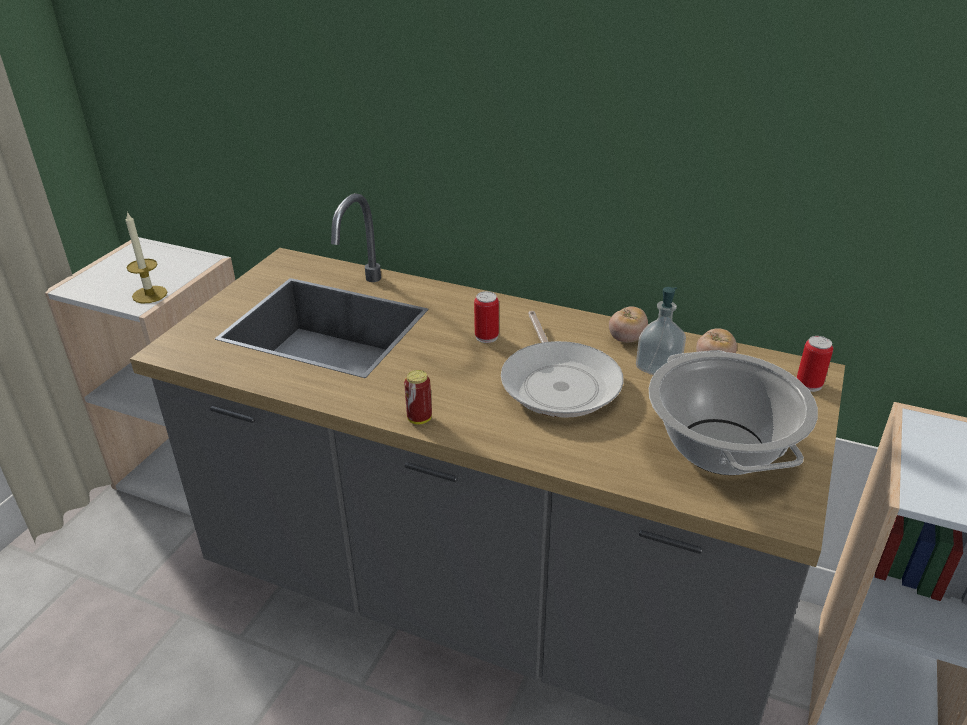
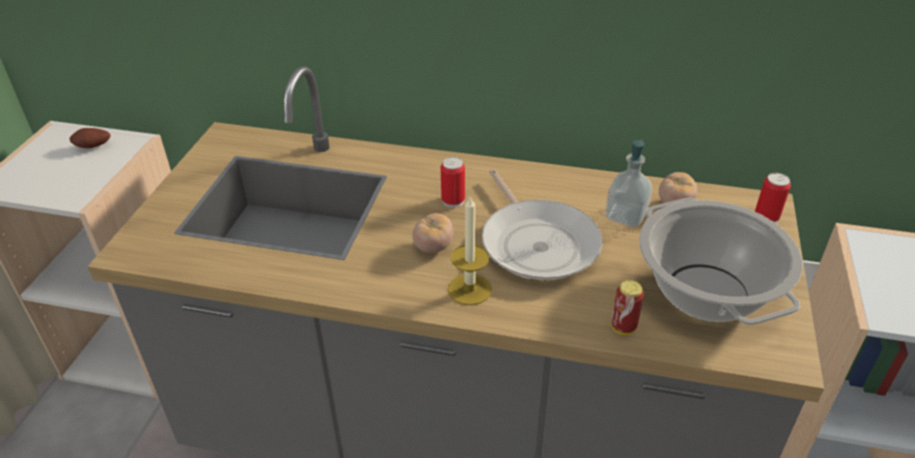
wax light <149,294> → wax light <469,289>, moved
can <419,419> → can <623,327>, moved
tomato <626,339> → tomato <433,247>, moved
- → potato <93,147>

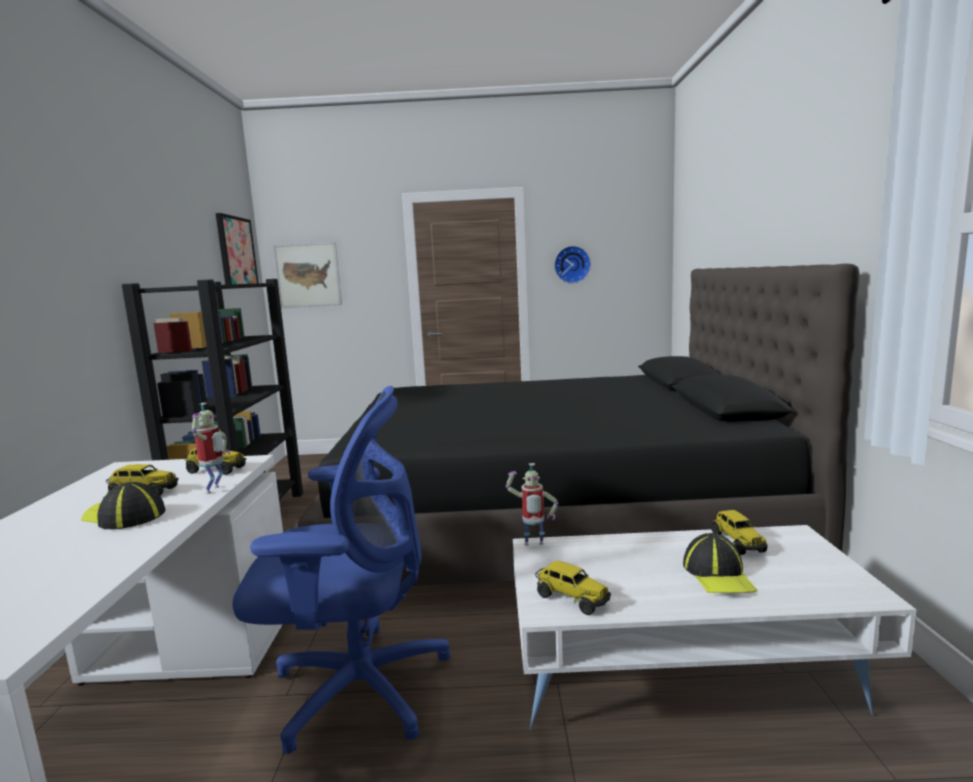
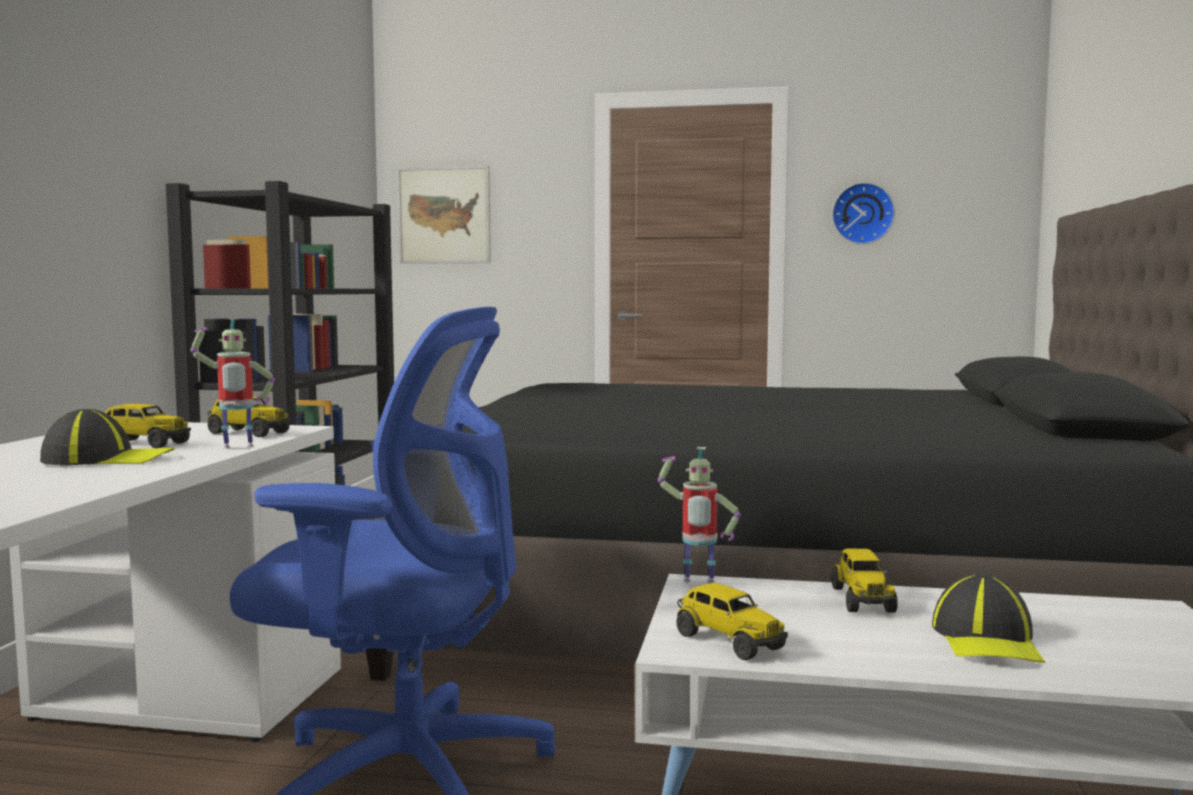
peaked cap <124,516> → peaked cap <107,459>, 135 degrees clockwise
robot figure <215,490> → robot figure <237,448>, 60 degrees clockwise
picture <236,252> → -
toy truck <737,542> → toy truck <862,599>, moved

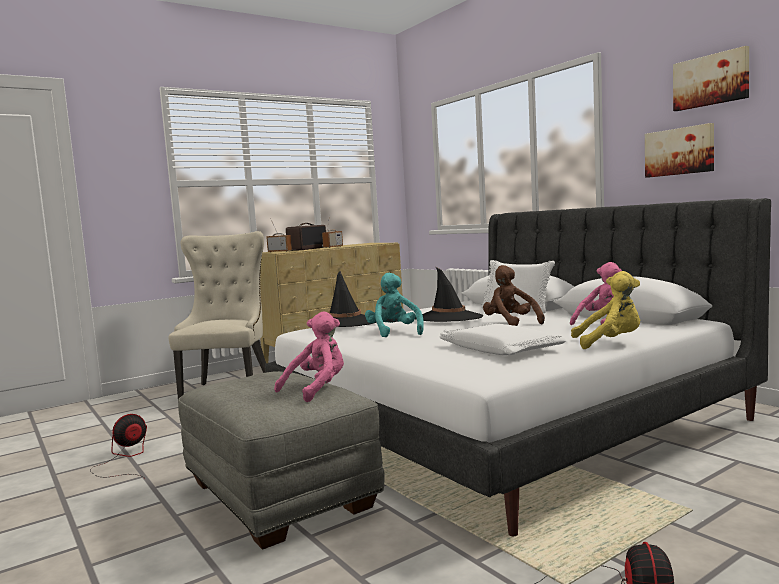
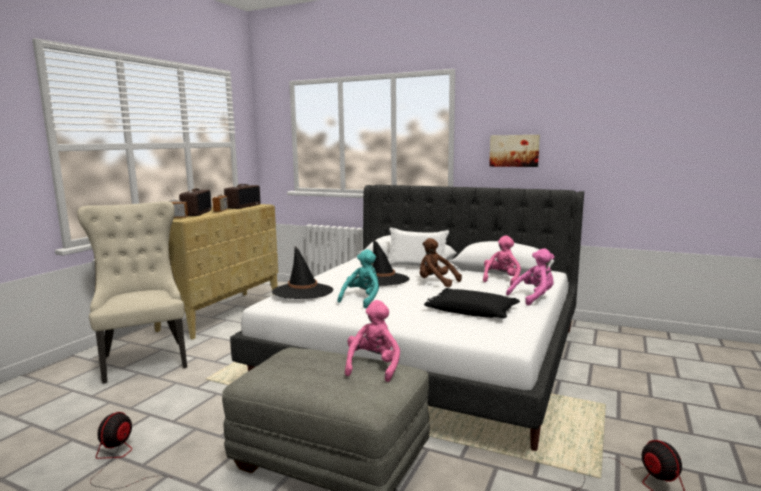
plush toy/turquoise-coloured <394,333> → plush toy/turquoise-coloured <362,299>, 75 degrees clockwise
cushion/whitish <500,348> → cushion/black <471,309>
plush toy/yellow <610,343> → plush toy/pinkish <534,297>
picture <711,80> → -
- → radio receiver <243,206>

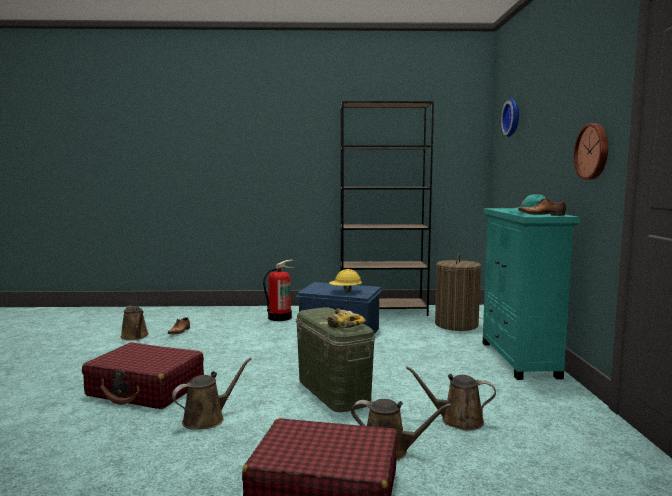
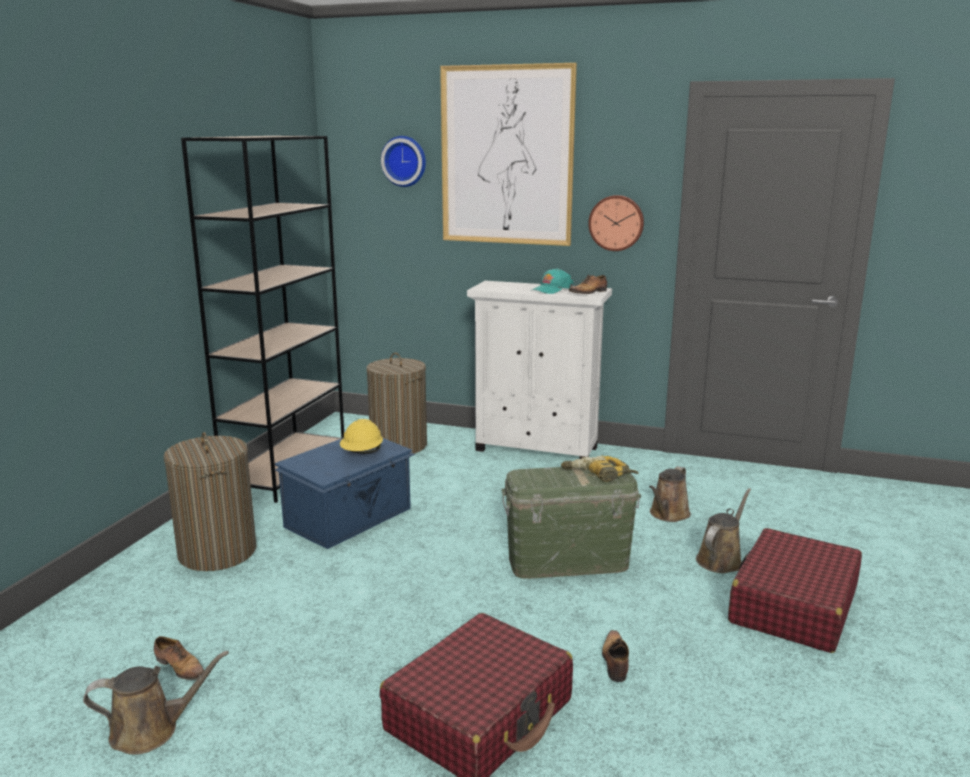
watering can/brown-coloured <207,419> → item of footwear <615,661>
fire-fighting cylinder <279,317> → hamper <217,552>
cupboard/turquoise-coloured <520,360> → cupboard/whitish <538,448>
- → picture <507,156>

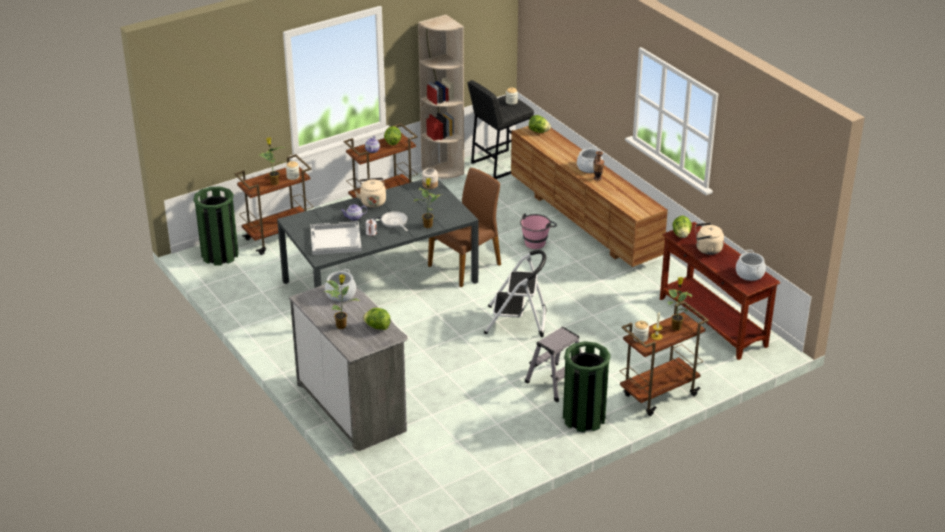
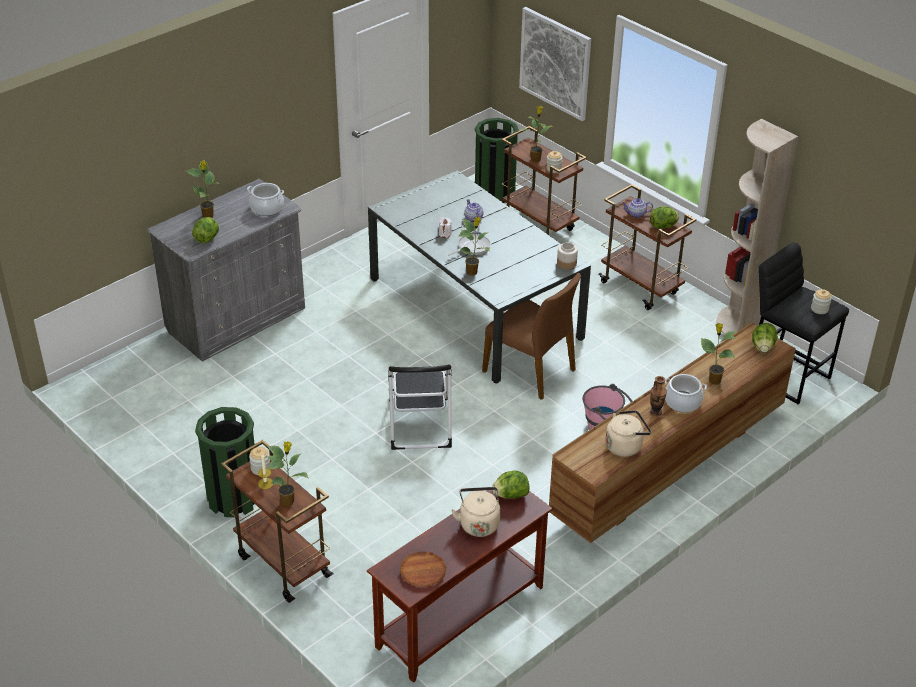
serving tray/whitish <335,240> → -
tea kettle/sand-coloured <372,201> → tea kettle/sand-coloured <625,446>, moved
step stool/grey <556,382> → -
stockpot <749,274> → dinner plate/brown-coloured <423,571>
- → picture <555,63>
- → houseplant <713,380>

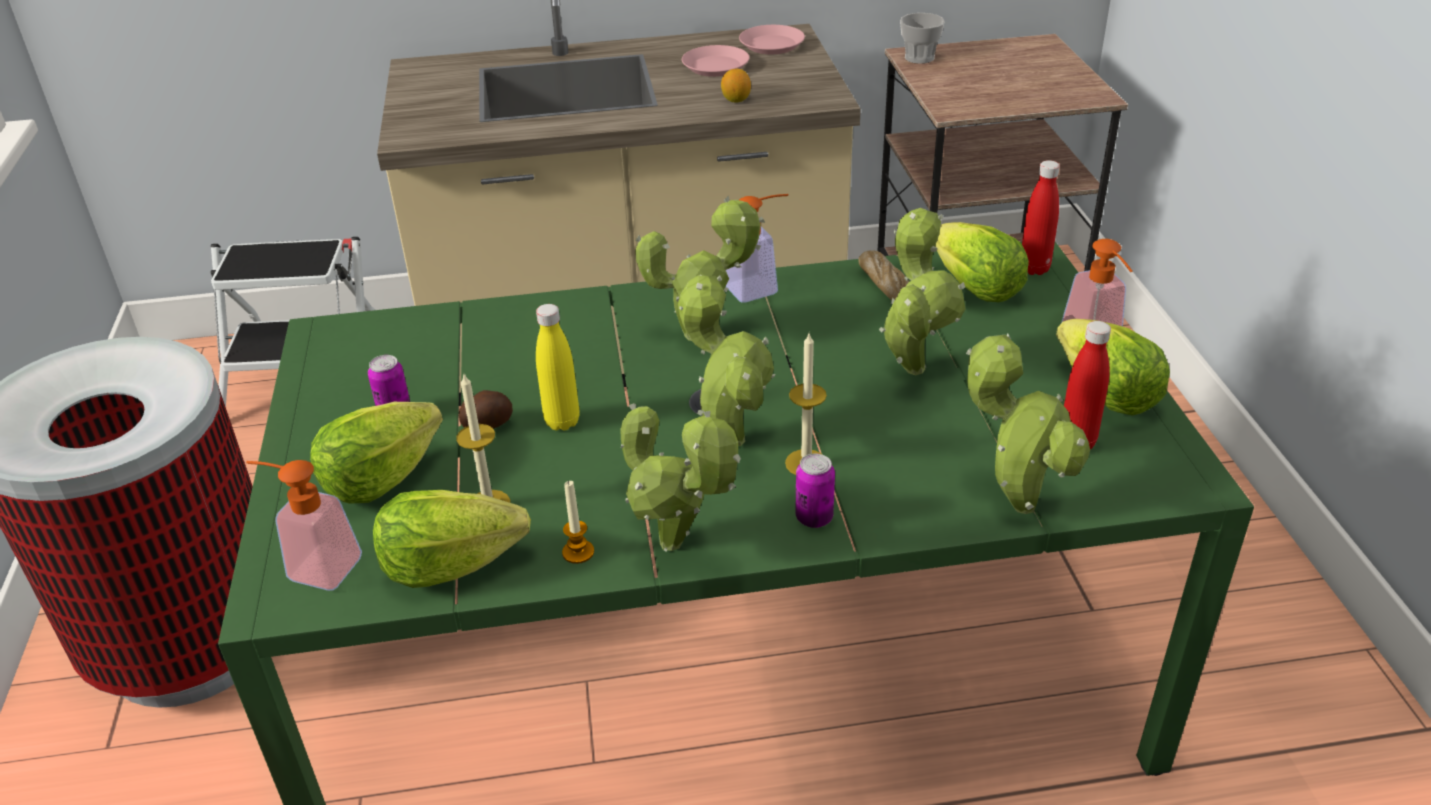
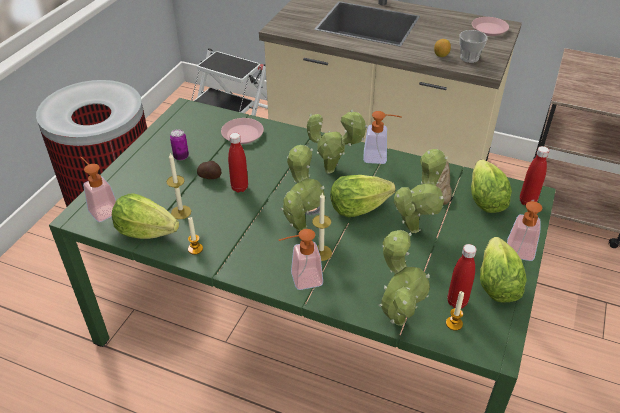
lettuce head <380,479> → lettuce head <358,208>, moved
bottle/yellow <562,422> → bottle/red-coloured <239,188>
houseplant <679,546> → -
dinner plate/pinkish <716,66> → dinner plate/pinkish <242,134>, moved
can <814,518> → soap bottle <300,280>
cup <919,58> → cup <469,58>, moved
- → wax light <454,323>

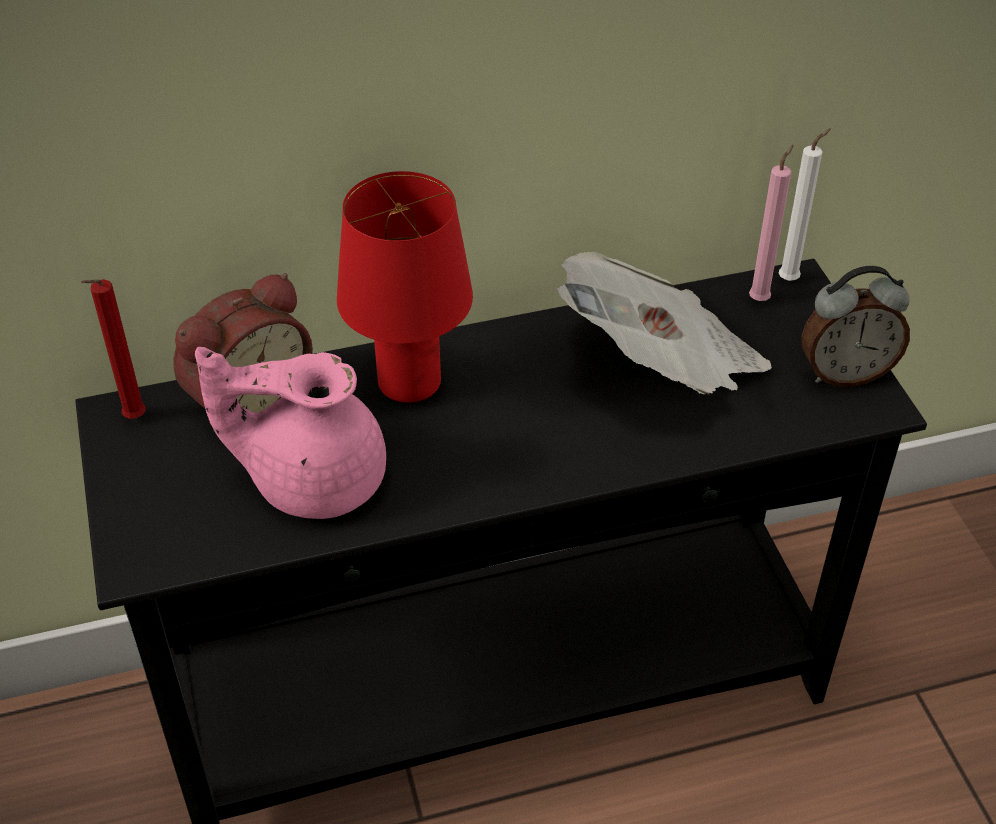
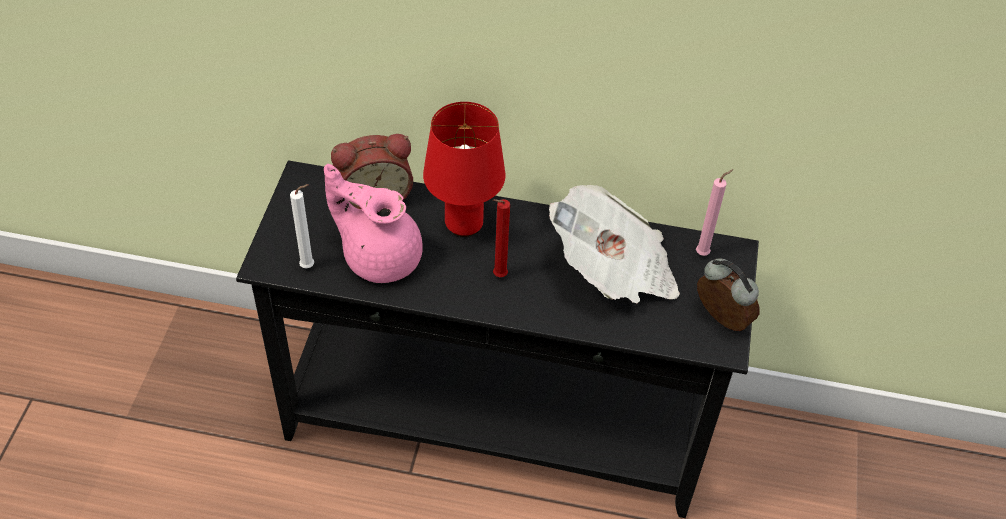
wax light/red-coloured <132,419> → wax light/red-coloured <497,276>, moved
wax light/whitish <791,279> → wax light/whitish <310,266>, moved
table clock <845,373> → table clock <720,320>, 150 degrees counterclockwise

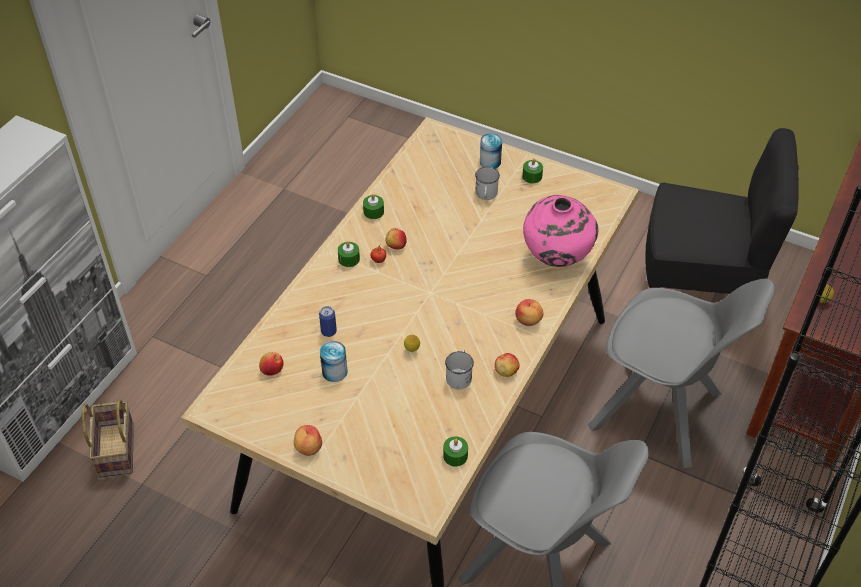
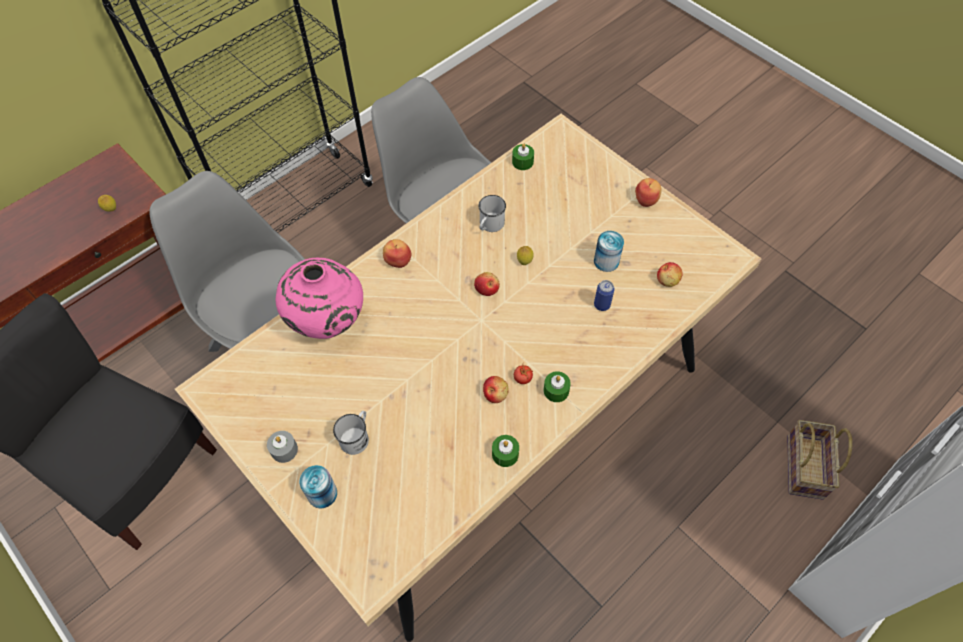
whole apple <506,371> → whole apple <487,289>, moved
wax light/green <532,176> → wax light/grey <284,450>

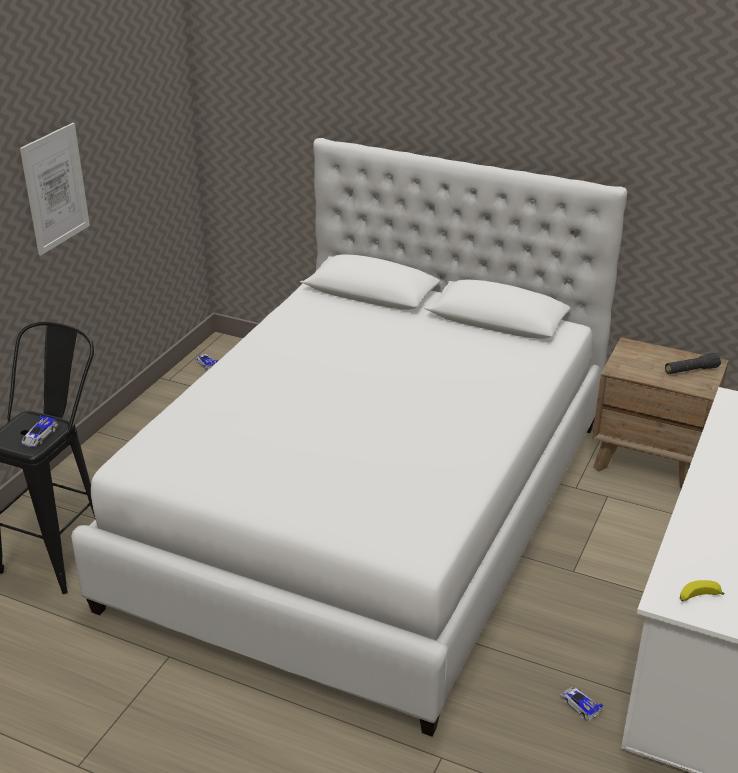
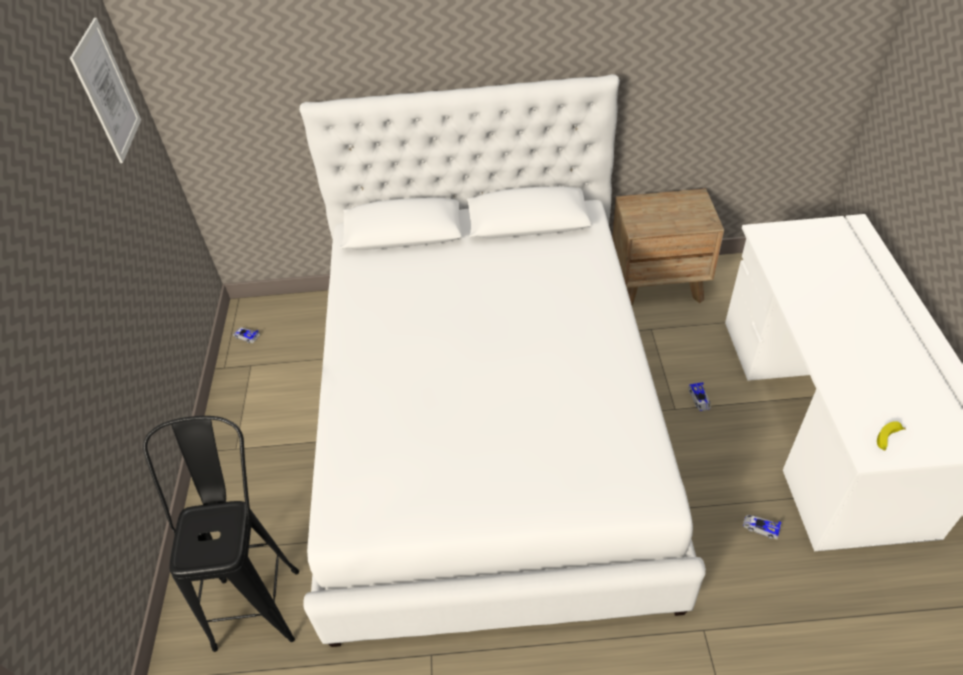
picture <55,188> → picture <107,91>, moved
toy car <39,436> → toy car <699,399>, moved
torch/black <691,370> → -

